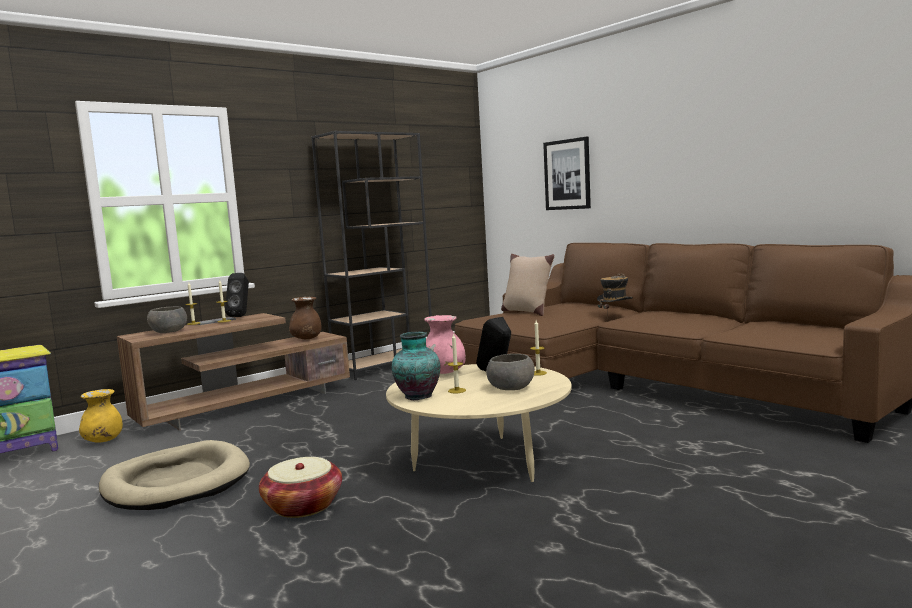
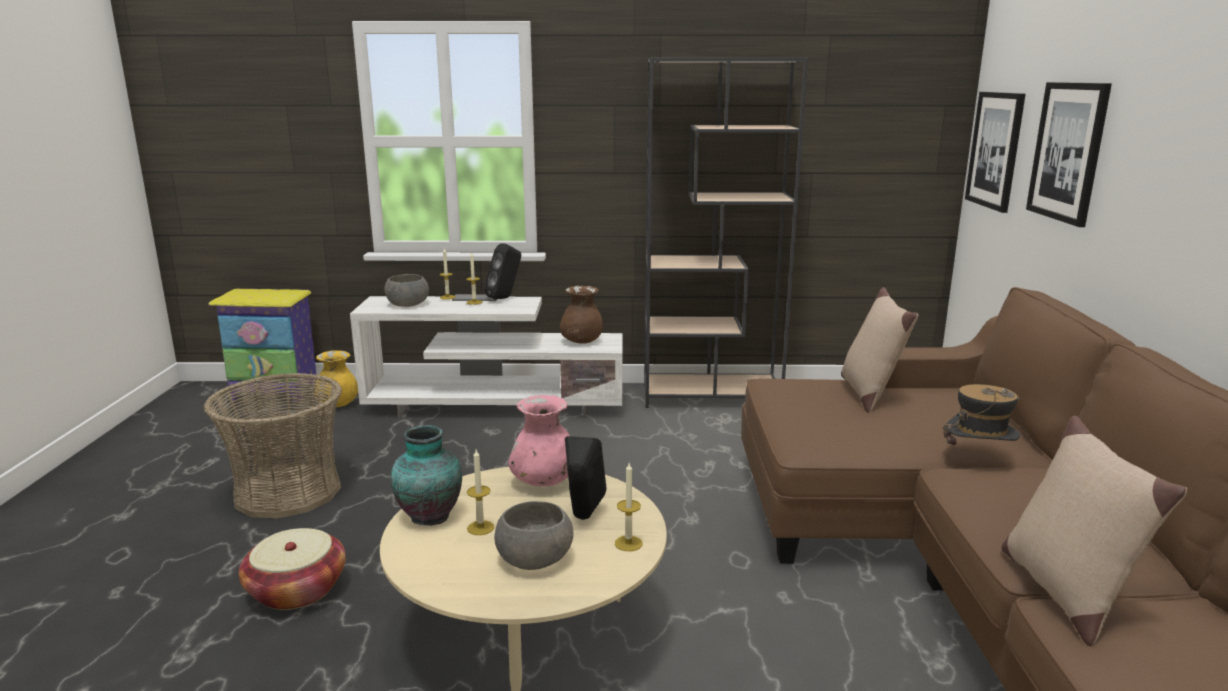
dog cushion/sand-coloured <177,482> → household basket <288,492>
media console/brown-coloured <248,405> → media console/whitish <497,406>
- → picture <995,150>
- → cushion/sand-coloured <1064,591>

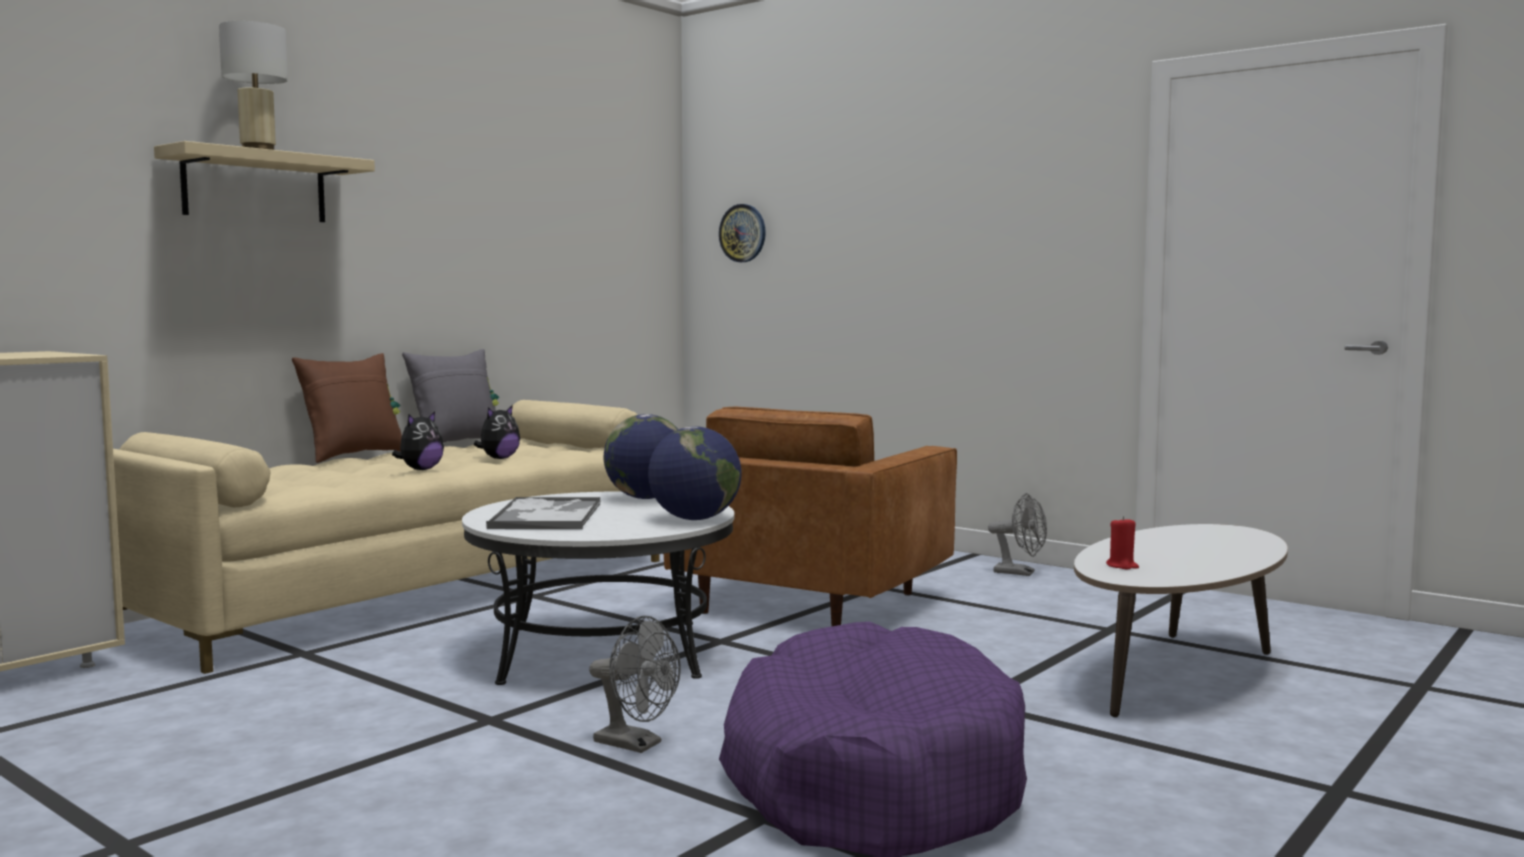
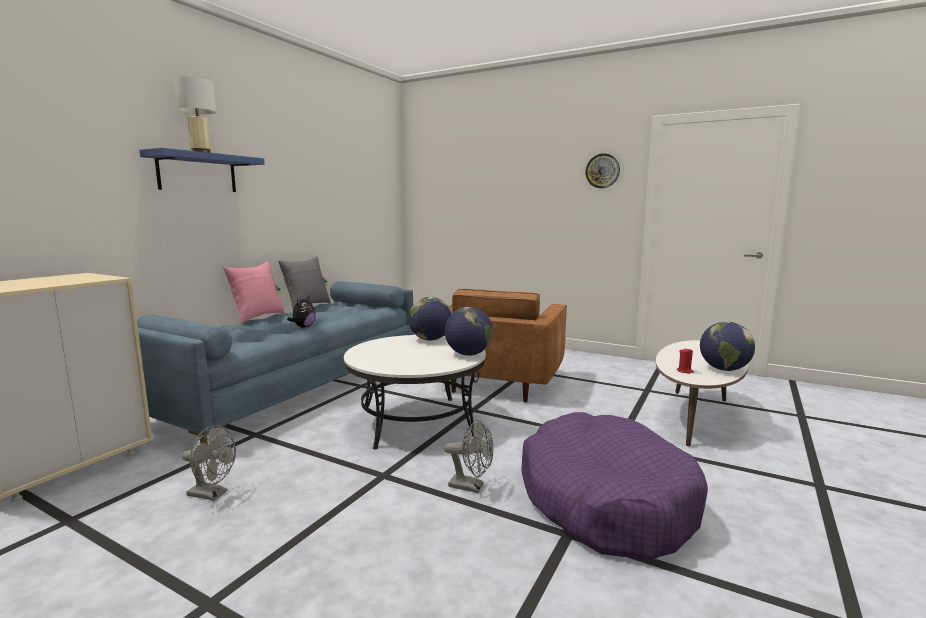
couch/sand-coloured <416,592> → couch/blue <298,387>
wall shelf/sand-coloured <255,187> → wall shelf/blue <197,173>
cushion/brown-coloured <353,456> → cushion/pinkish <257,317>
plush toy <499,458> → -
serving tray <547,516> → -
clock on the wall <743,233> → clock on the wall <602,171>, moved
electric fan/grey <1020,573> → electric fan/grey <212,494>, moved
- → world globe <724,369>

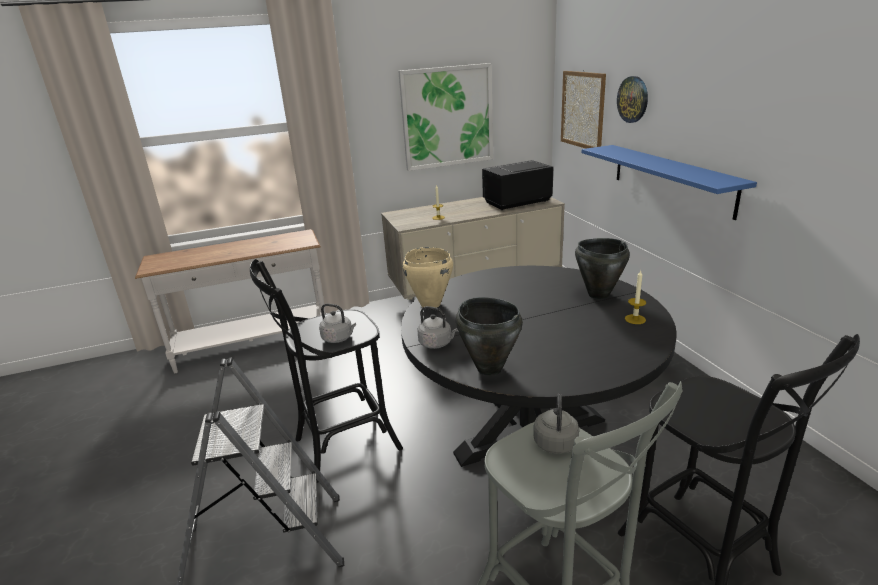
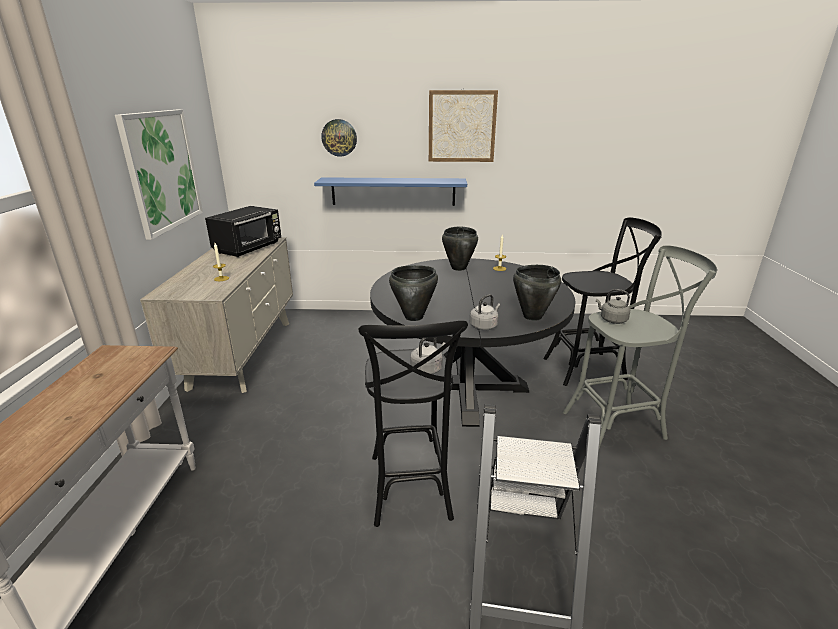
stockpot/sand-coloured <430,304> → stockpot/black <414,317>
microwave oven/black <516,202> → microwave oven/black <249,248>, 150 degrees counterclockwise
picture <582,109> → picture <462,125>, moved

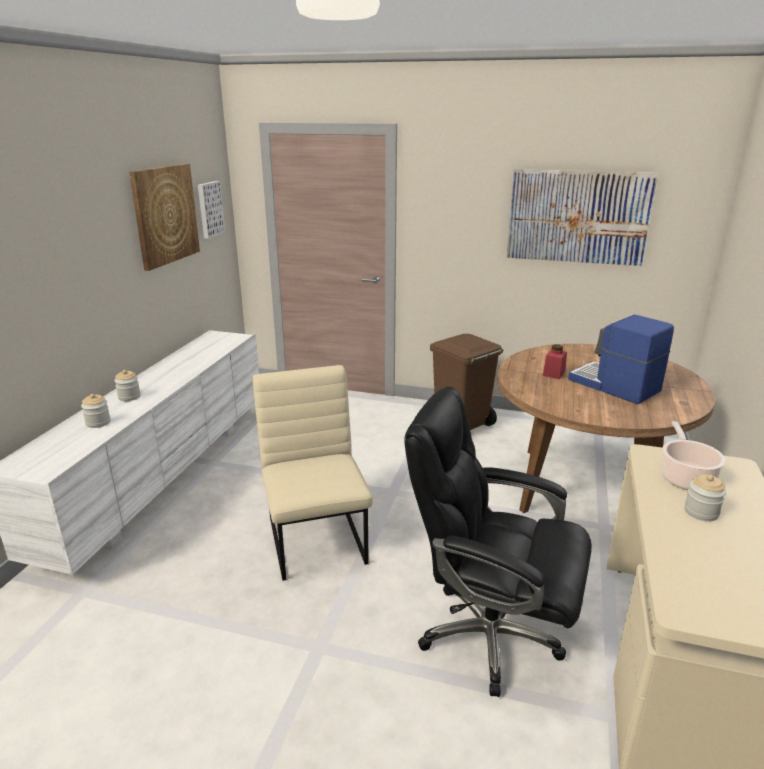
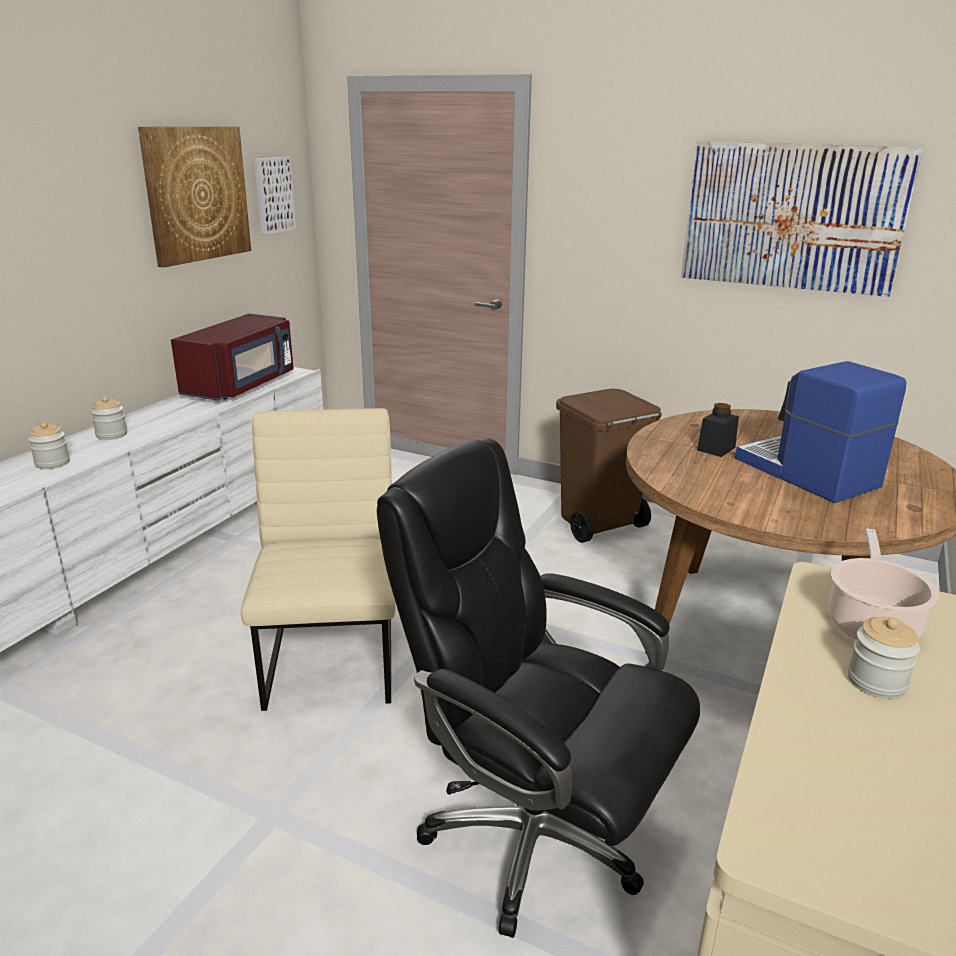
storage jar/red-coloured <554,373> → storage jar/black <716,449>
- → microwave oven/red-coloured <242,385>

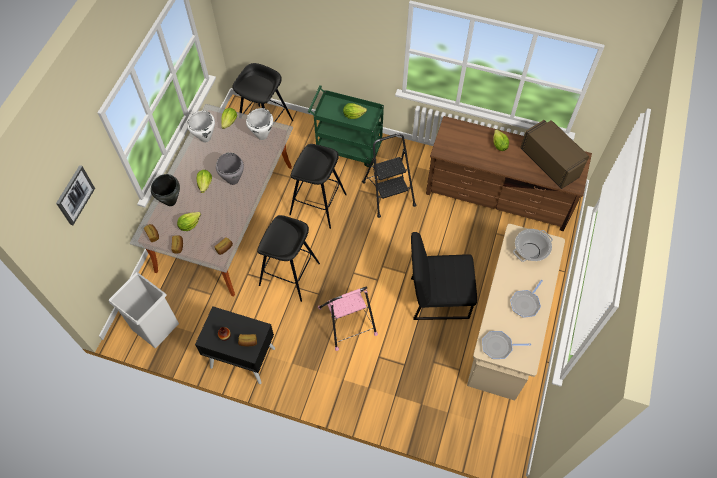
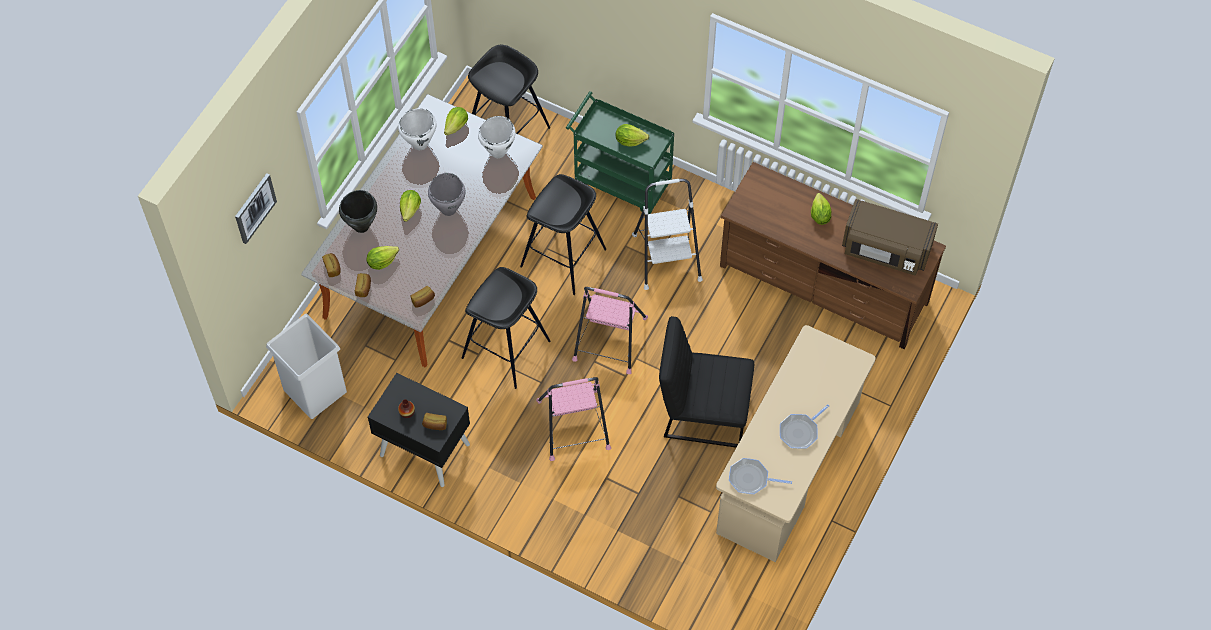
step stool/black <388,191> → step stool/whitish <666,254>
stockpot <530,251> → -
microwave oven/brown-coloured <551,162> → microwave oven/brown-coloured <885,250>, 135 degrees clockwise
- → step stool/pinkish <609,340>

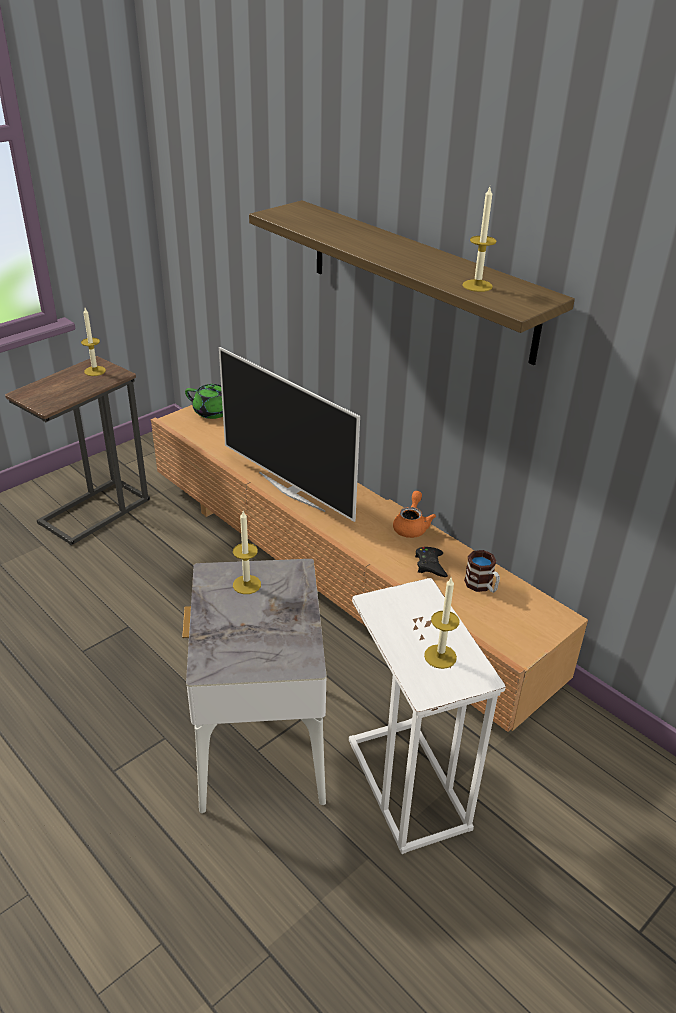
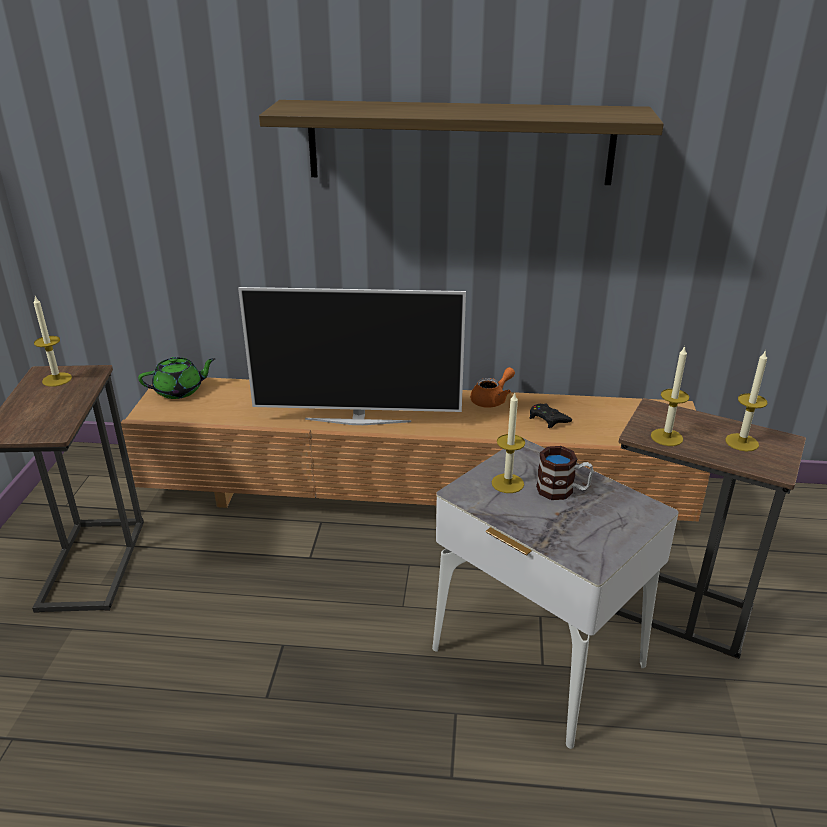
accent table/whitish <409,784> → accent table/brown-coloured <675,607>
teapot/orangey <411,526> → teapot/orangey <492,399>, 75 degrees clockwise
wax light <477,285> → wax light <666,437>, moved
tea mug <482,586> → tea mug <562,491>, moved

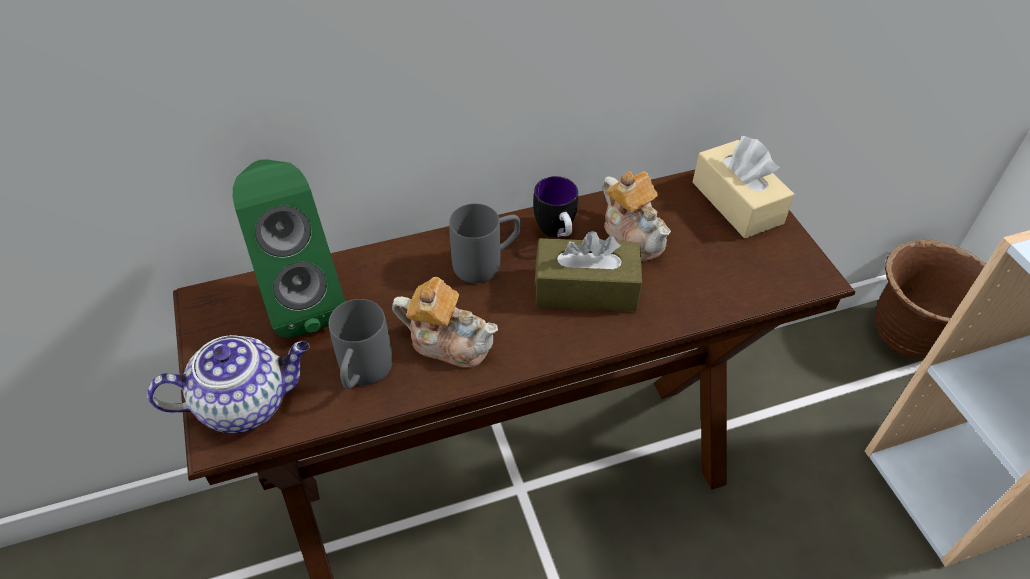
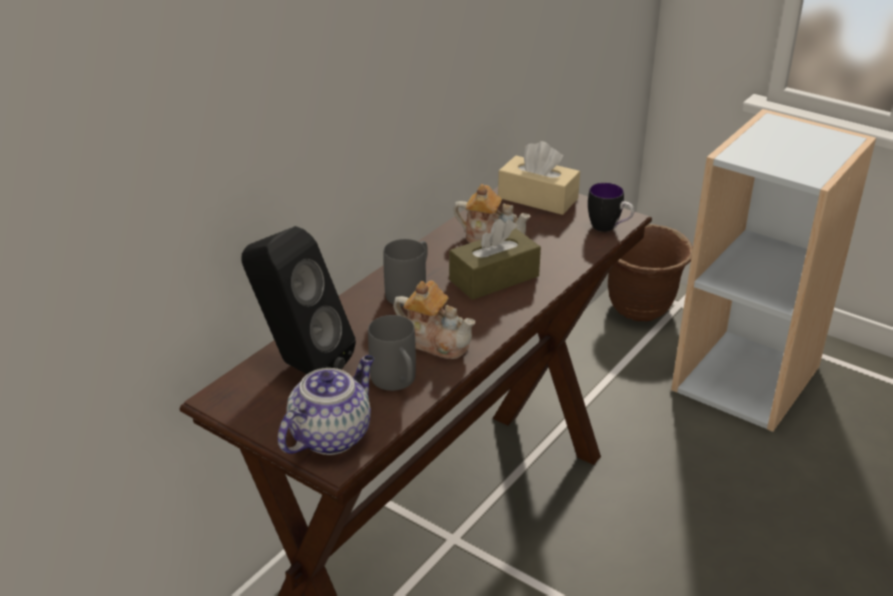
loudspeaker/green <303,300> → loudspeaker/black <300,365>
teapot <448,342> → teapot <436,341>, 45 degrees clockwise
tea mug <556,234> → tea mug <609,228>, moved

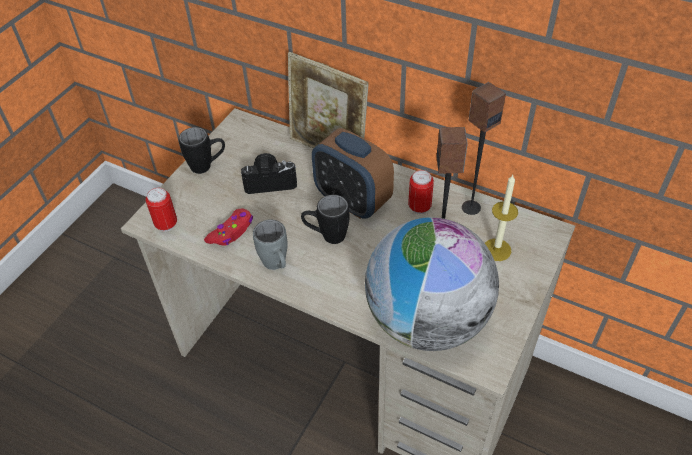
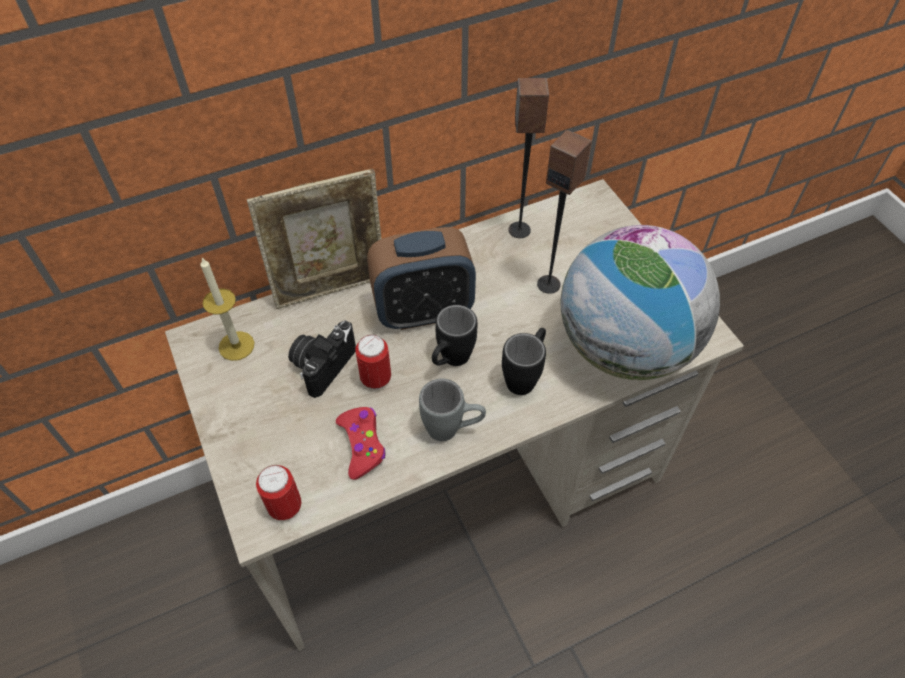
tea mug/black <207,166> → tea mug/black <525,376>, moved
can <419,207> → can <376,379>, moved
wax light <496,249> → wax light <236,346>, moved

